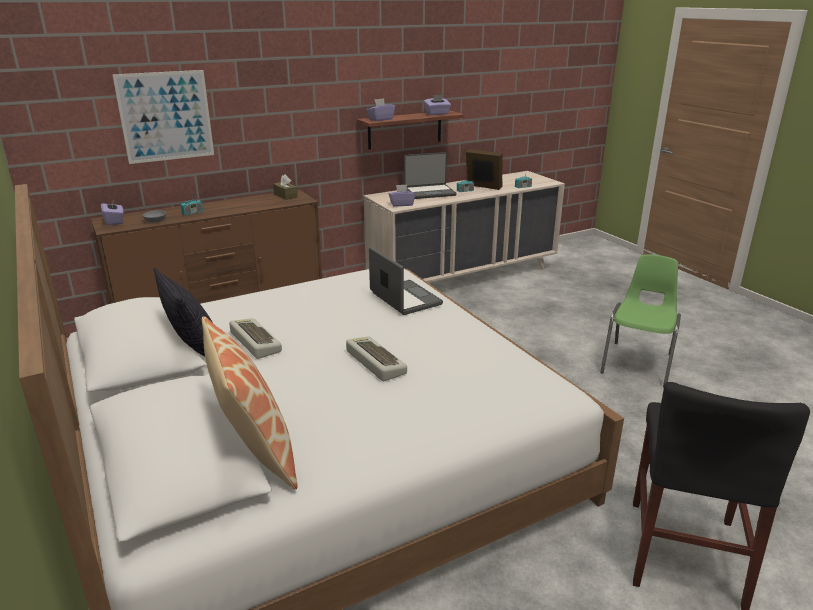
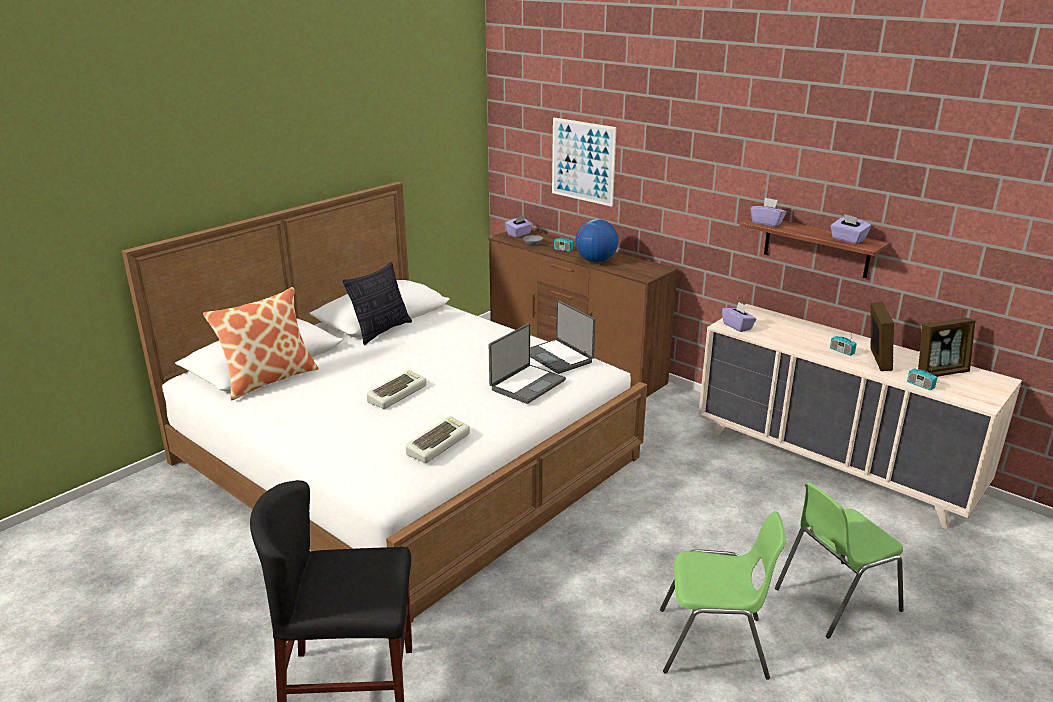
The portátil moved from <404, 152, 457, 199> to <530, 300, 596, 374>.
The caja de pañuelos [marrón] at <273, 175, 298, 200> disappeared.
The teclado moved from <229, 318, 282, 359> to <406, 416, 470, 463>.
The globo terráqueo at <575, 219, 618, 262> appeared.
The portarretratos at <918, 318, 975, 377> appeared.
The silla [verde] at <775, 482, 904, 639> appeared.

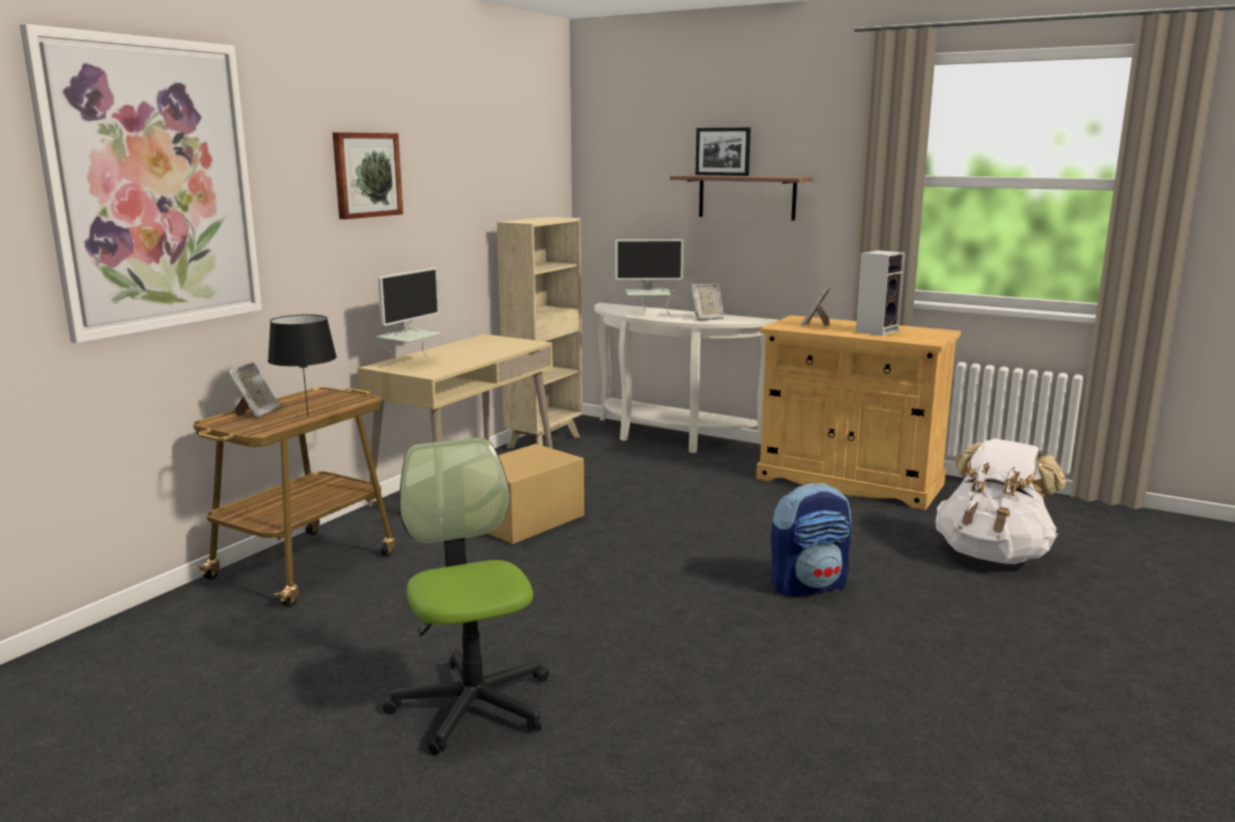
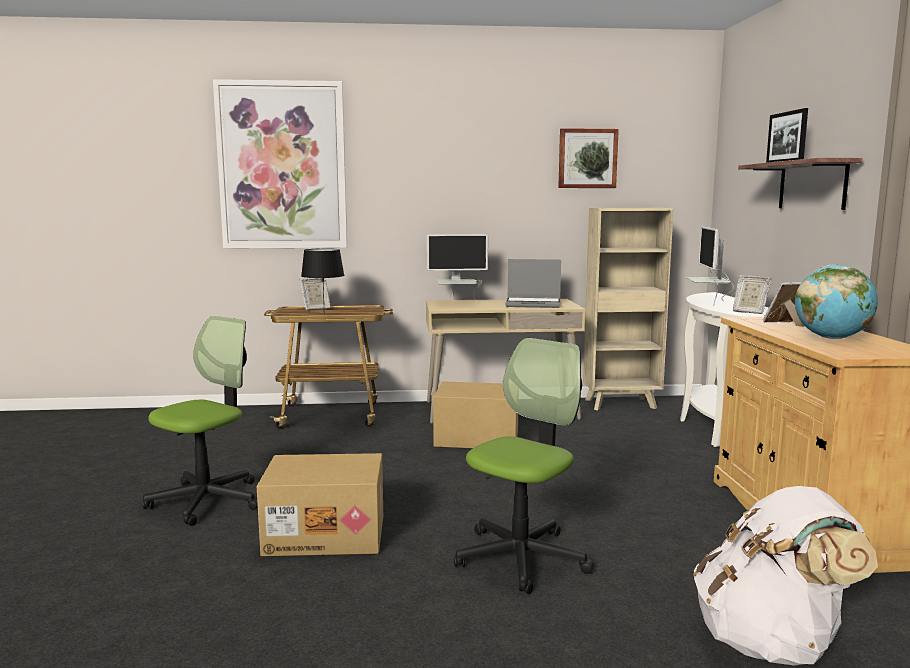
The cuadro moved from <332, 132, 403, 219> to <558, 128, 619, 188>.
The monitor at <615, 239, 684, 315> turned 45 degrees clockwise.
The altavoz at <856, 250, 905, 336> was replaced by the globo terráqueo at <795, 264, 878, 339>.
The mochila at <771, 483, 851, 596> was replaced by the silla de oficina at <454, 338, 594, 594>.
The portátil at <505, 259, 561, 308> appeared.
The caja de cartón at <257, 453, 383, 556> appeared.

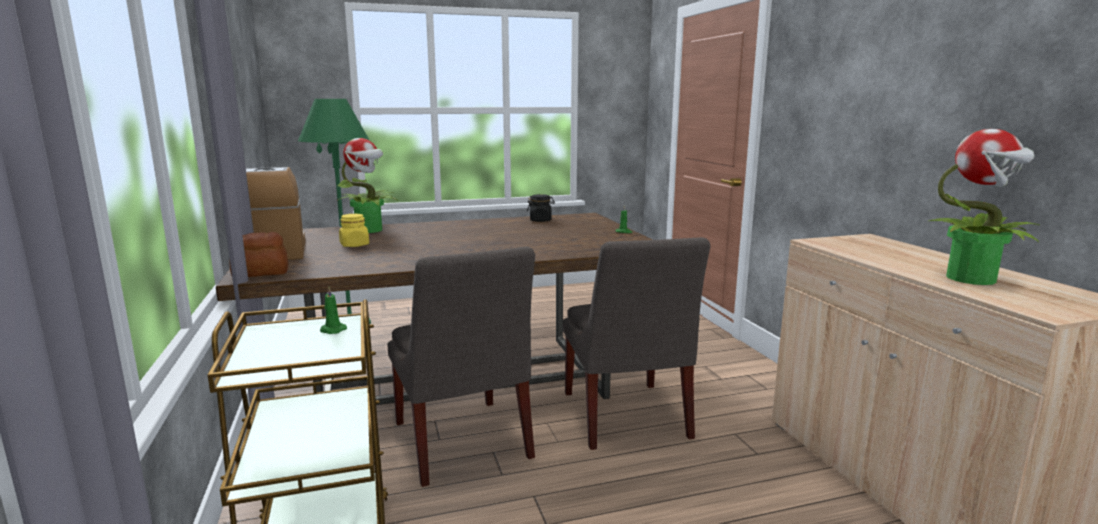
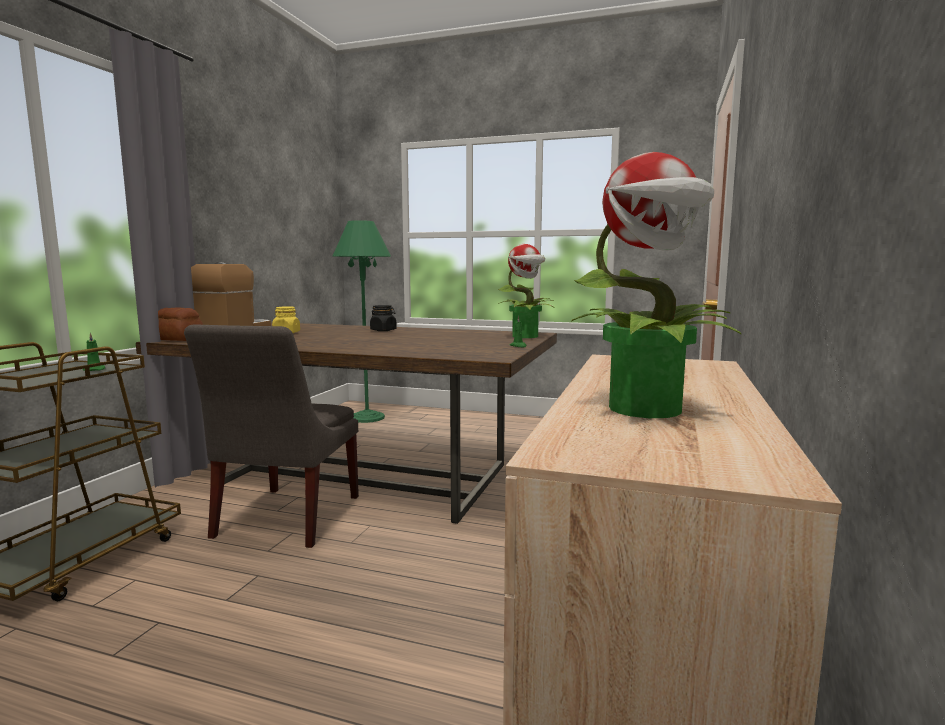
The planta en maceta moved from <337, 138, 397, 233> to <498, 244, 555, 338>.
The tarro [negro] moved from <527, 194, 555, 222> to <370, 305, 397, 331>.
The silla [gris] at <563, 237, 711, 450> disappeared.

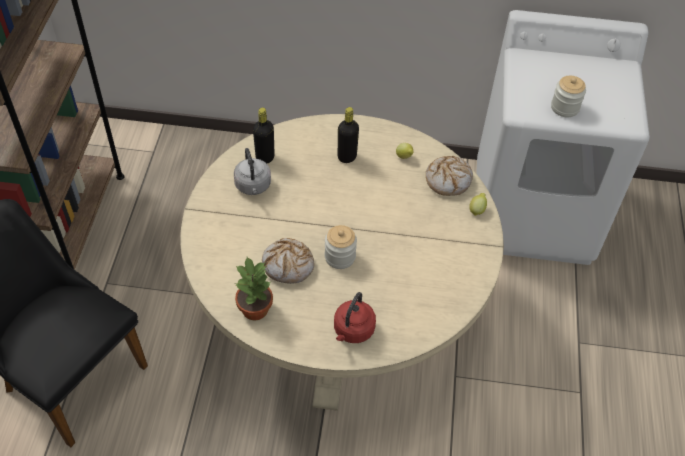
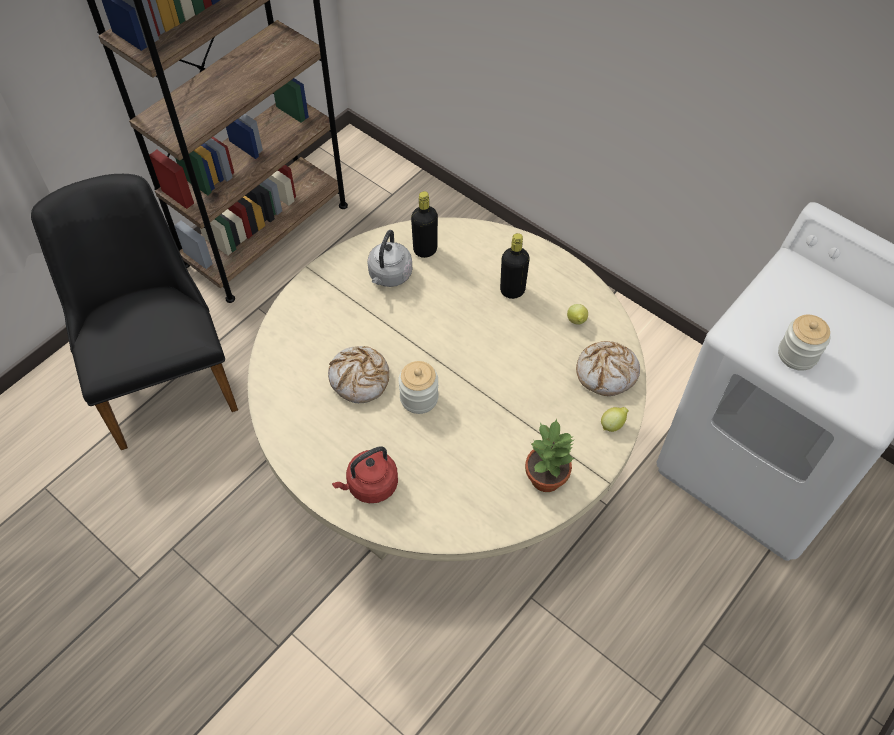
The planta en maceta moved from <235, 257, 273, 320> to <525, 419, 576, 492>.

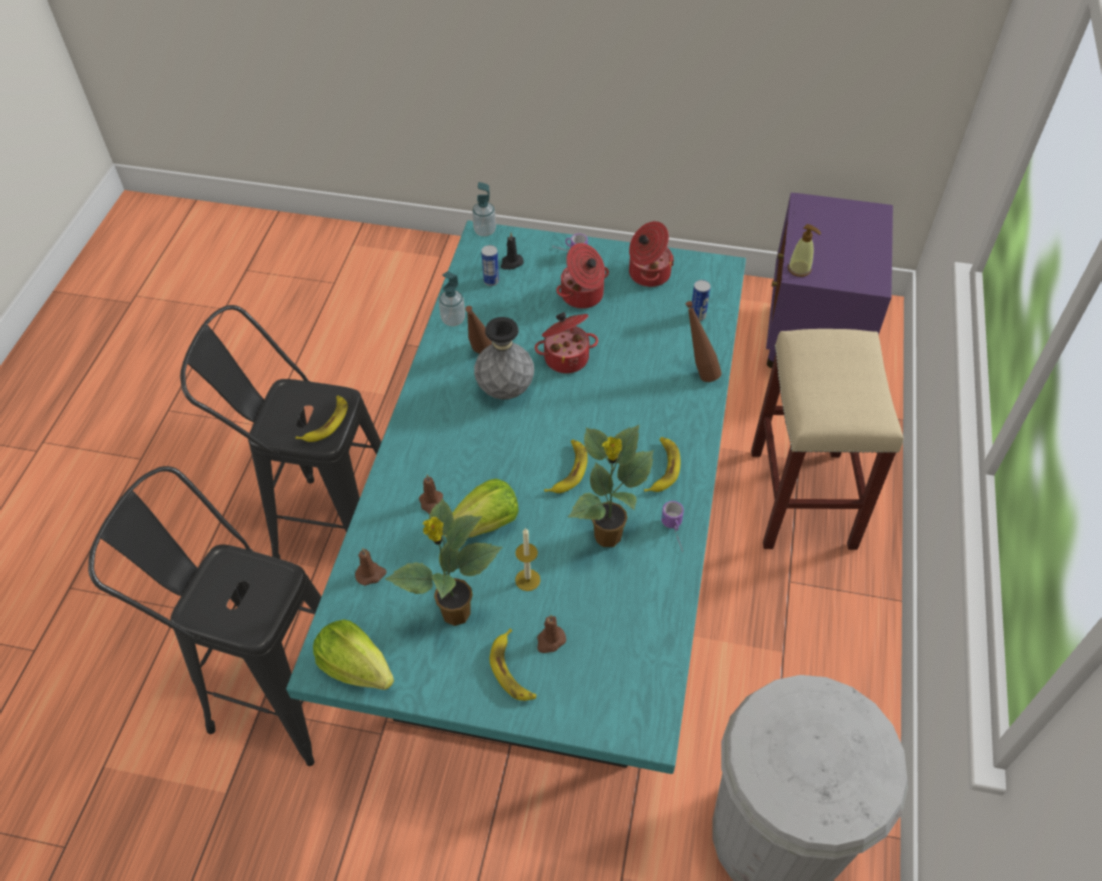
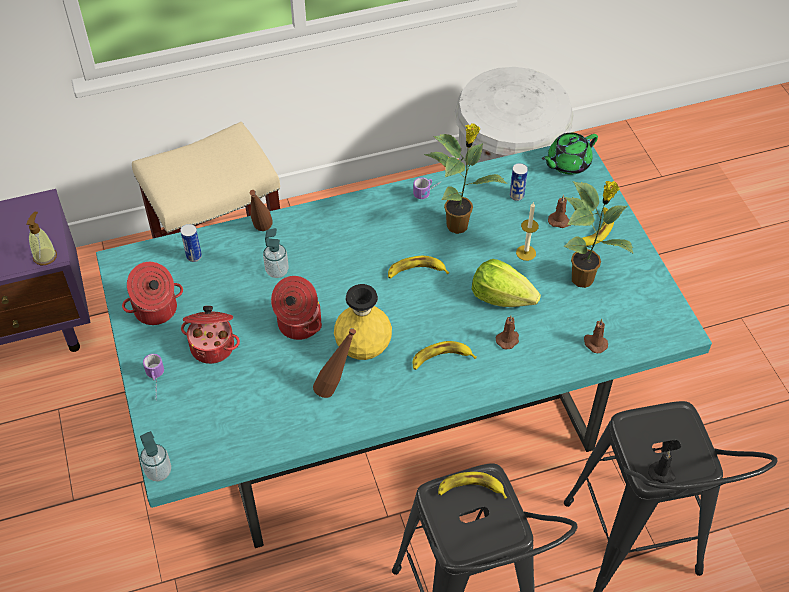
The vela [negro] moved from <501, 233, 524, 270> to <648, 451, 676, 483>.
The lata moved from <481, 245, 499, 286> to <510, 163, 528, 201>.
The dispensador de jabón moved from <439, 272, 465, 326> to <263, 228, 289, 278>.
The florero [gris] at <474, 317, 534, 400> became the florero [amarillo] at <334, 284, 392, 360>.
The plátano moved from <644, 437, 681, 492> to <412, 341, 477, 370>.
The lechuga at <313, 620, 394, 690> disappeared.
The tetera [verde] at <542, 132, 598, 174> appeared.

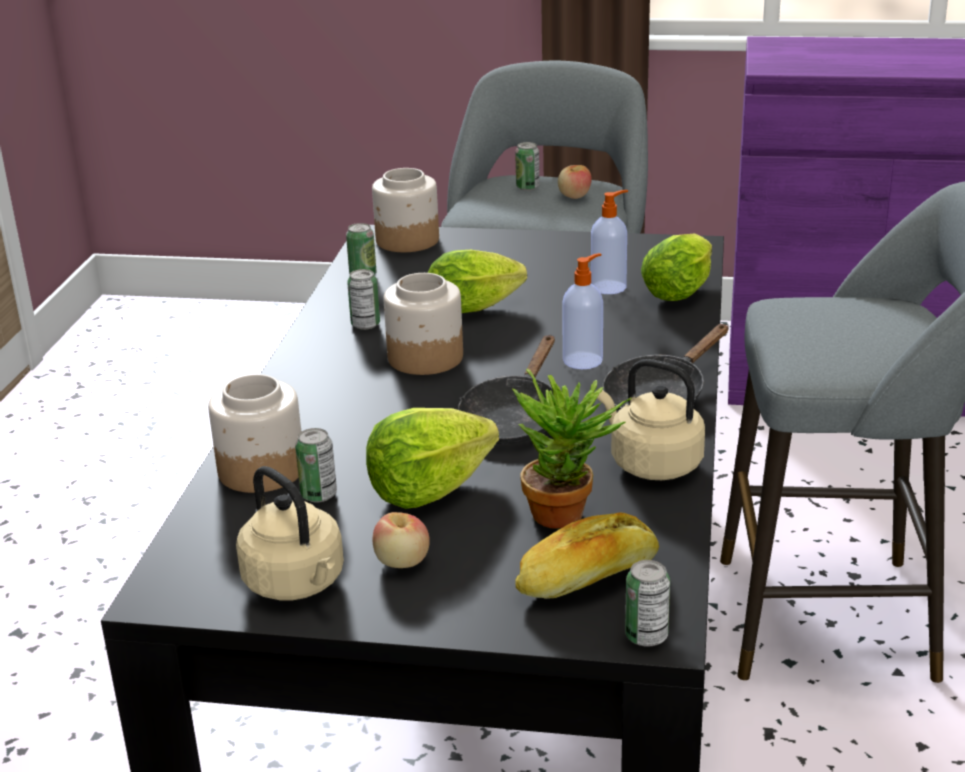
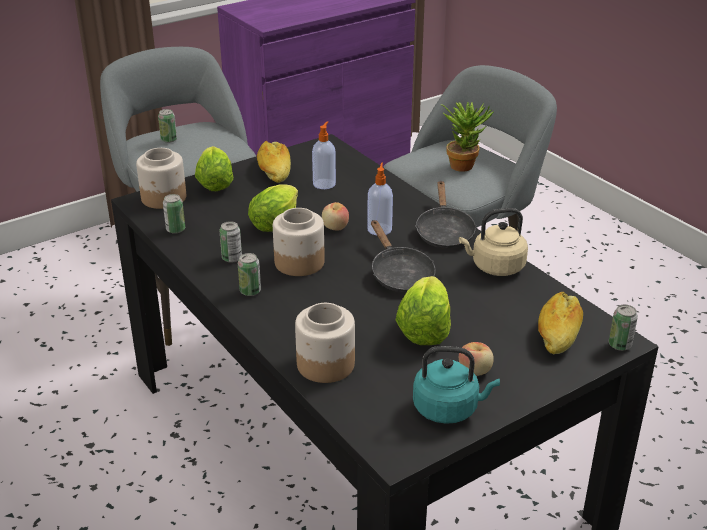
The manzana moved from <558, 165, 592, 199> to <322, 202, 349, 231>.
The lechuga moved from <641, 234, 712, 301> to <195, 146, 233, 191>.
The planta en maceta moved from <512, 368, 632, 529> to <441, 102, 493, 172>.
The lata moved from <295, 428, 337, 502> to <238, 253, 261, 296>.
The hervidor [beis] at <236, 466, 344, 600> became the hervidor [turquesa] at <413, 346, 500, 424>.
The pan at <257, 141, 291, 183> appeared.

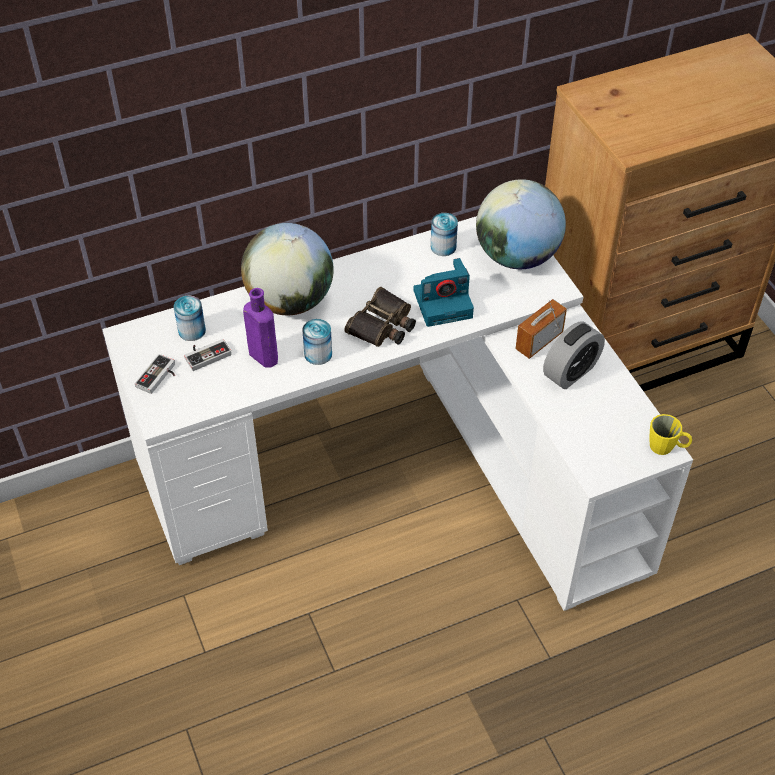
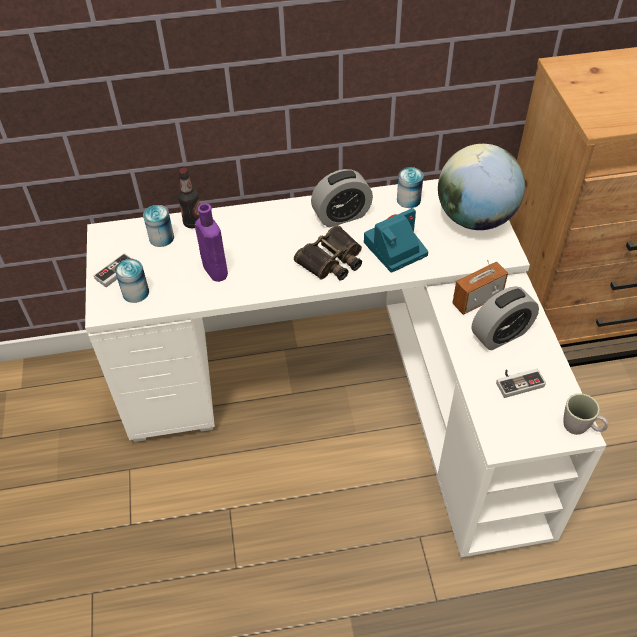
The globo terráqueo at <241, 223, 334, 315> disappeared.
The cámara at <413, 258, 474, 327> turned 150 degrees clockwise.
The lata moved from <302, 319, 332, 365> to <115, 259, 149, 303>.
The mando de consola moved from <184, 339, 232, 371> to <496, 369, 546, 398>.
The taza grande [amarillo] at <649, 414, 692, 455> became the taza grande [gris] at <564, 393, 608, 435>.
The botella at <178, 168, 200, 228> appeared.
The despertador at <311, 169, 373, 227> appeared.

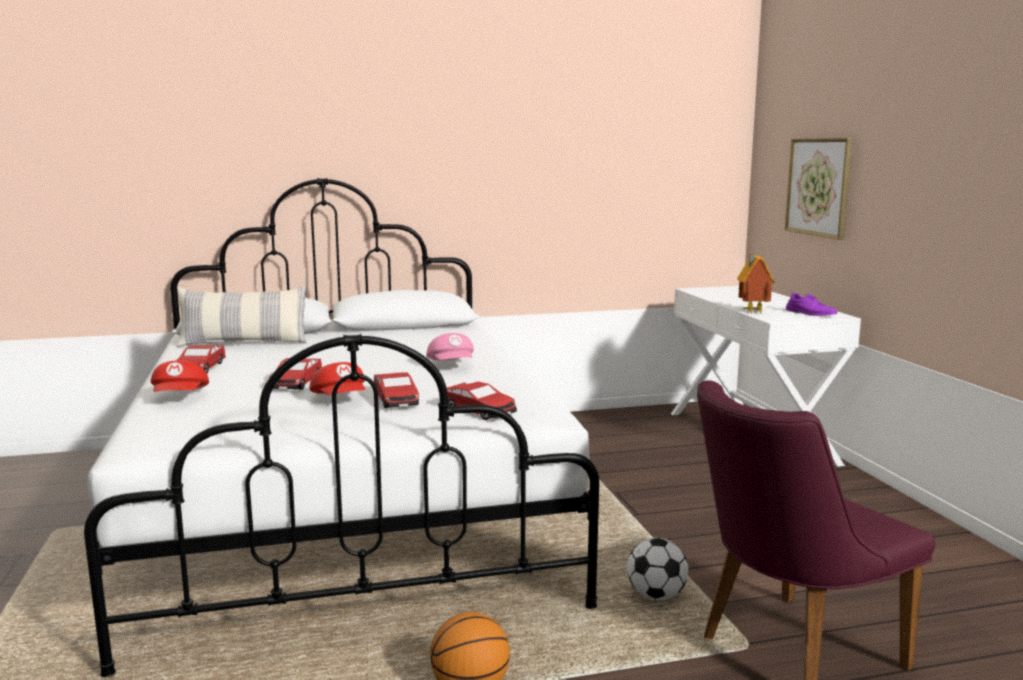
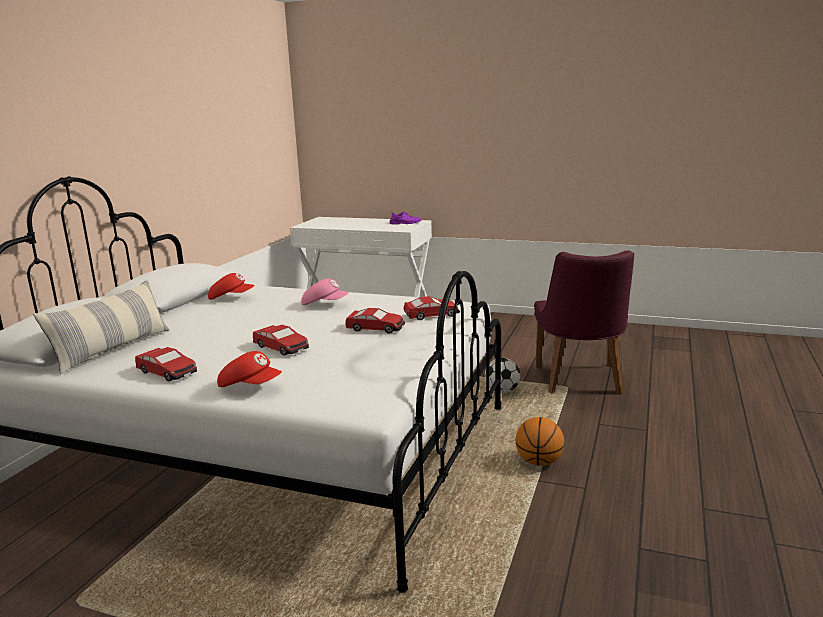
The cuadro at <785, 138, 853, 240> disappeared.
The casita at <737, 254, 775, 314> disappeared.
The gorra [rojo] moved from <309, 362, 365, 395> to <208, 273, 255, 300>.

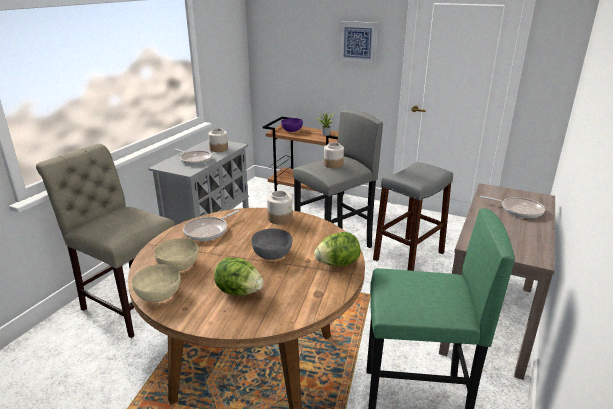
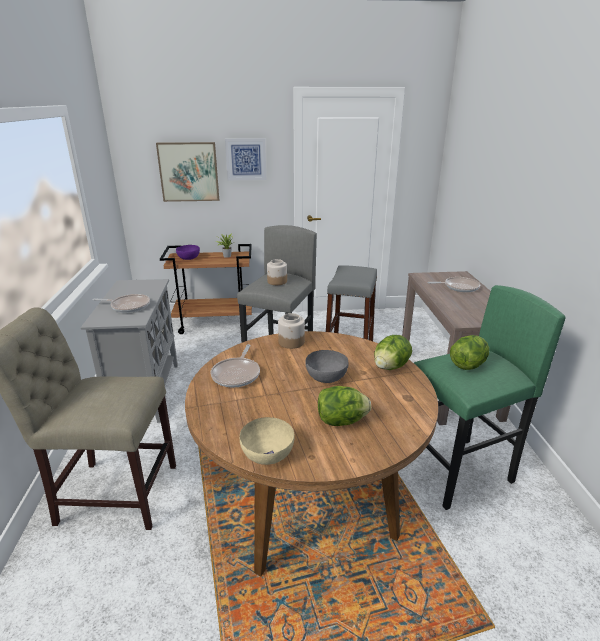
The tarro at <208, 128, 228, 152> disappeared.
The cuenco [beis] at <154, 238, 198, 271> disappeared.
The cuadro at <156, 142, 219, 202> appeared.
The lechuga at <450, 335, 489, 370> appeared.

